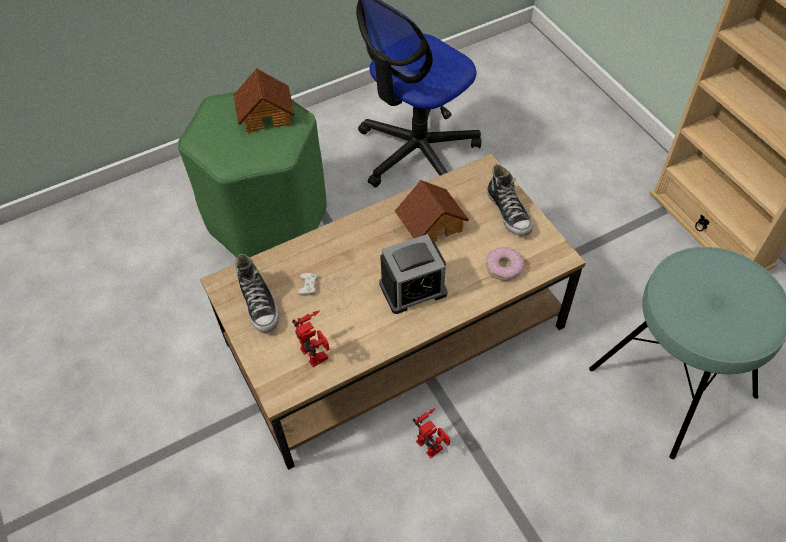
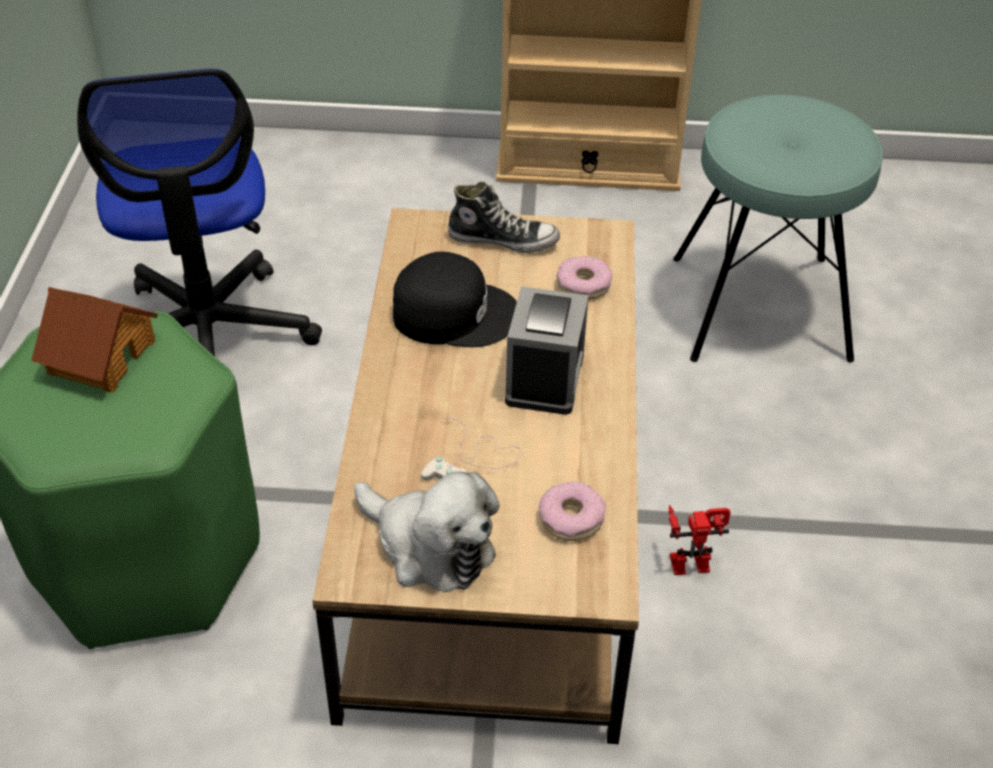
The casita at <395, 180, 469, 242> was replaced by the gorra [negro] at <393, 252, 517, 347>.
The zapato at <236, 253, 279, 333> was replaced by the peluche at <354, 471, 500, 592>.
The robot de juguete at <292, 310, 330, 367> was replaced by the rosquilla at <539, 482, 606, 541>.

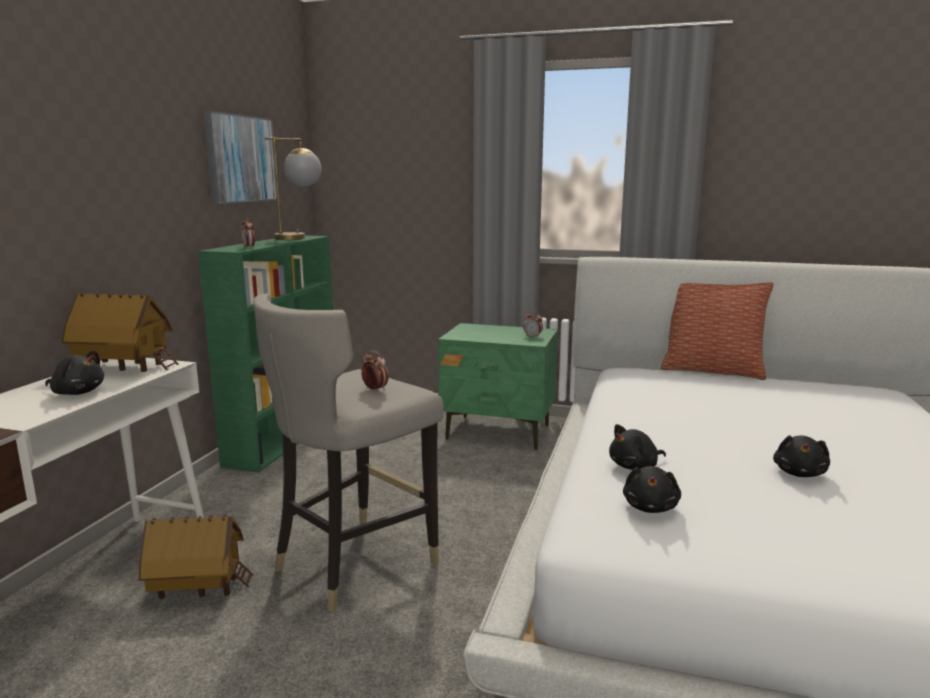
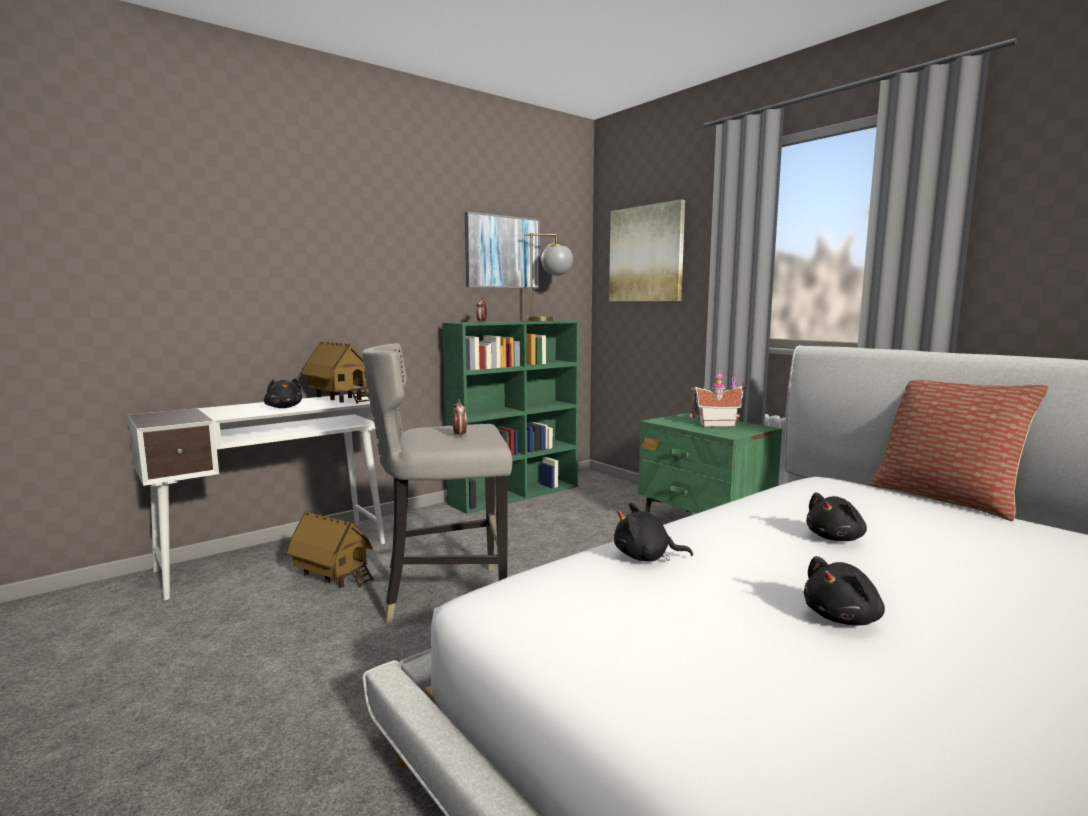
The despertador at <523, 311, 543, 338> disappeared.
The peluche [negro] moved from <623, 466, 681, 513> to <806, 492, 867, 541>.
The cuadro at <609, 199, 685, 301> appeared.
The casita at <690, 371, 746, 427> appeared.

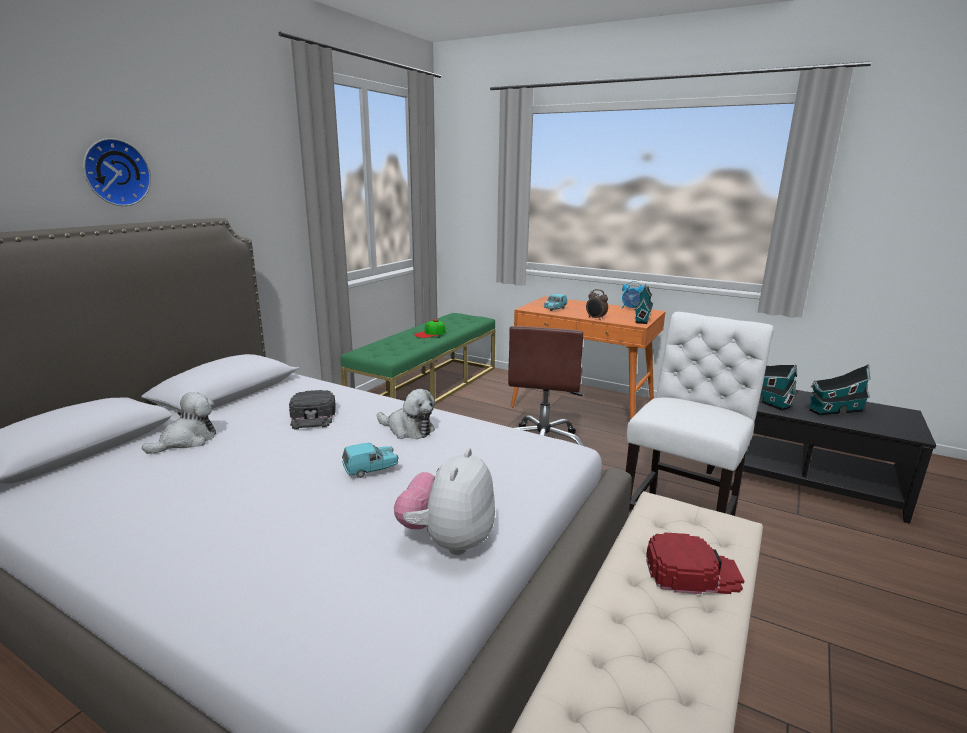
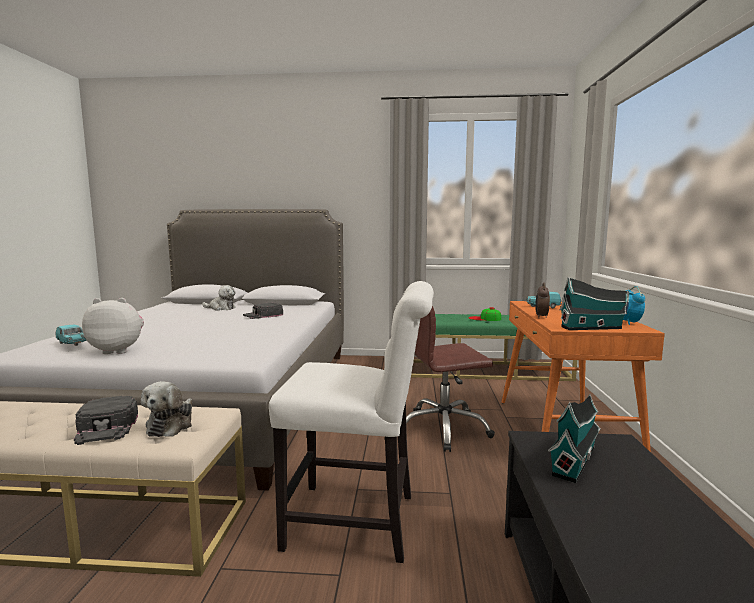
The reloj de pared at <83, 138, 151, 206> disappeared.
The casita at <809, 365, 871, 416> disappeared.
The peluche moved from <377, 389, 435, 439> to <141, 381, 192, 437>.
The coche de juguete [turquesa] moved from <342, 443, 399, 478> to <56, 325, 86, 346>.
The gorra [rojo] at <646, 532, 744, 594> became the gorra [negro] at <74, 396, 138, 445>.

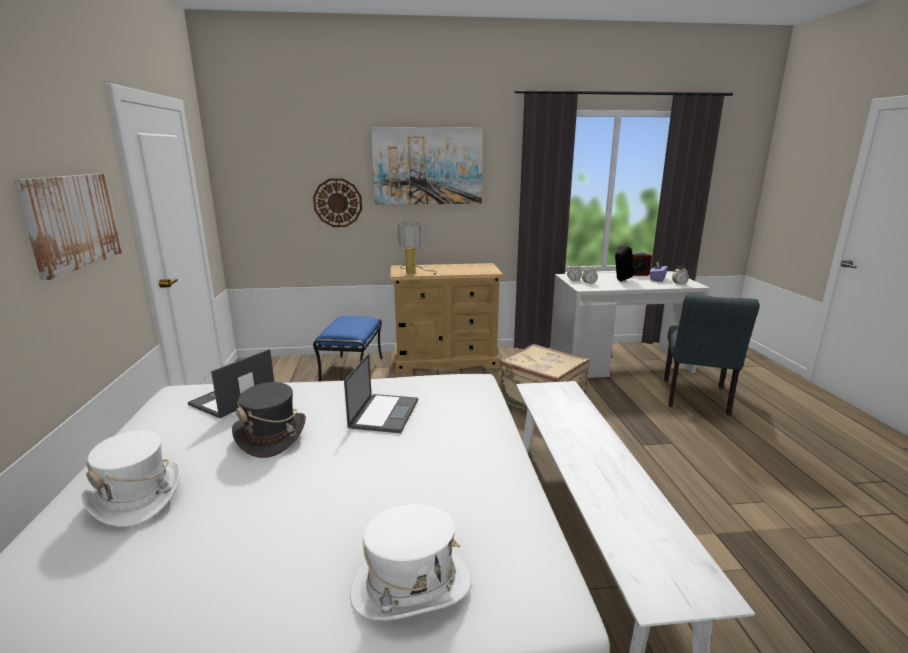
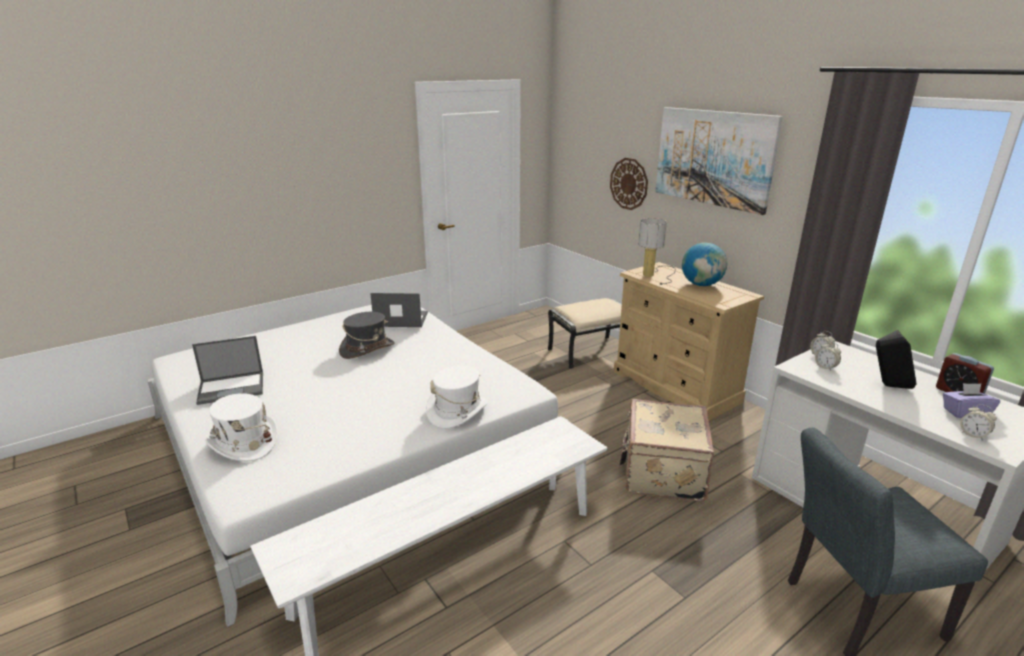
The cuadro at <14, 173, 123, 280> disappeared.
The puf [azul] at <313, 316, 382, 382> became the puf [beis] at <548, 298, 622, 369>.
The portátil moved from <344, 354, 418, 433> to <192, 336, 263, 405>.
The sombrero [blanco] moved from <82, 431, 181, 527> to <426, 366, 488, 429>.
The globo terráqueo at <682, 243, 727, 286> appeared.

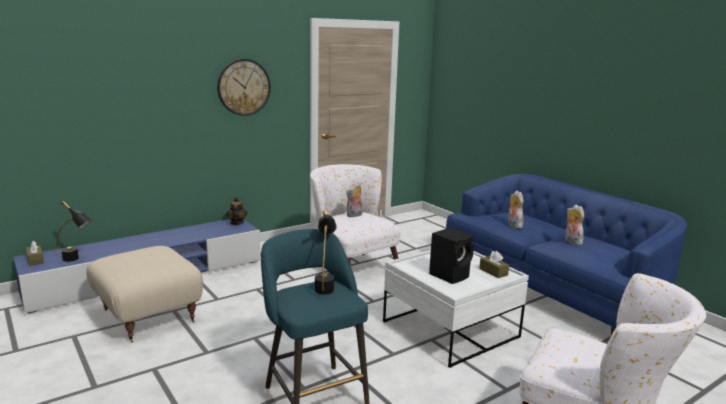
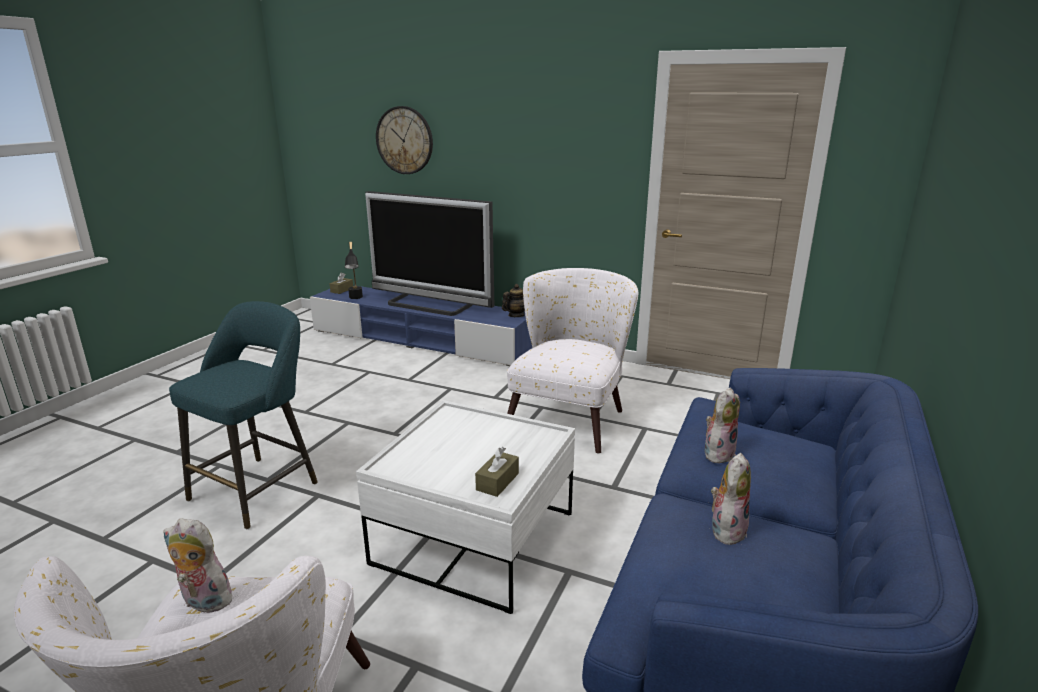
The reloj de pared moved from <217, 59, 271, 116> to <376, 106, 433, 174>.
The peluche moved from <346, 182, 363, 217> to <163, 518, 232, 616>.
The lámpara de mesa [negro] at <314, 210, 337, 295> disappeared.
The altavoz [negro] at <429, 228, 474, 284> disappeared.
The puf [beis] at <86, 246, 203, 342> disappeared.
The televisor at <365, 191, 494, 316> appeared.

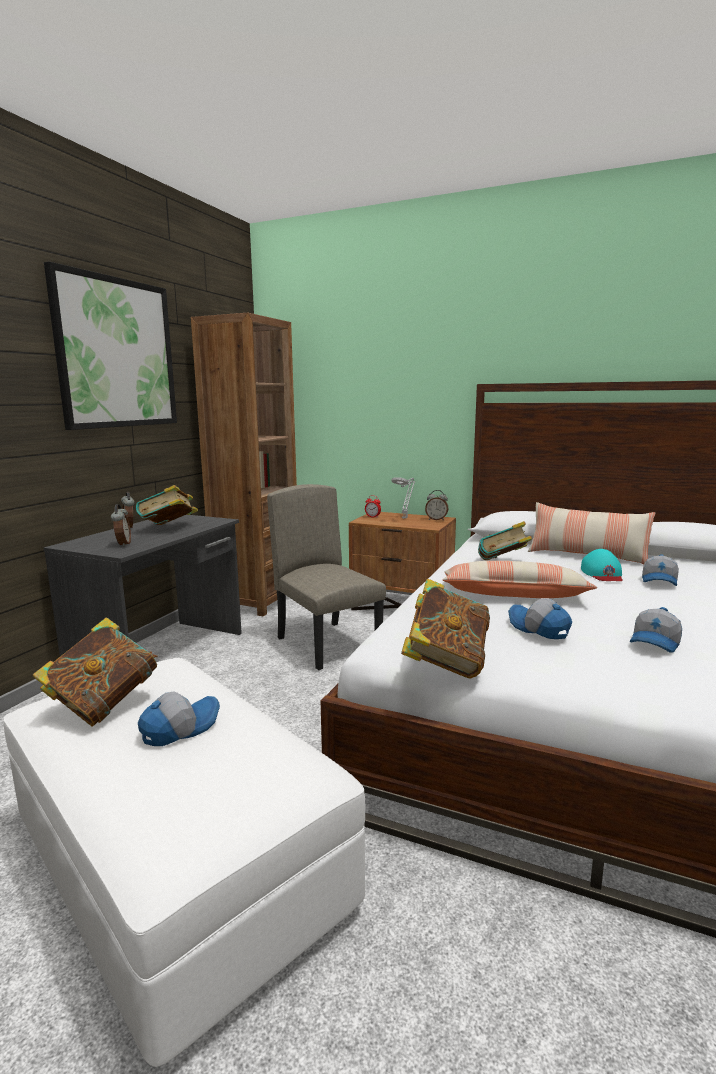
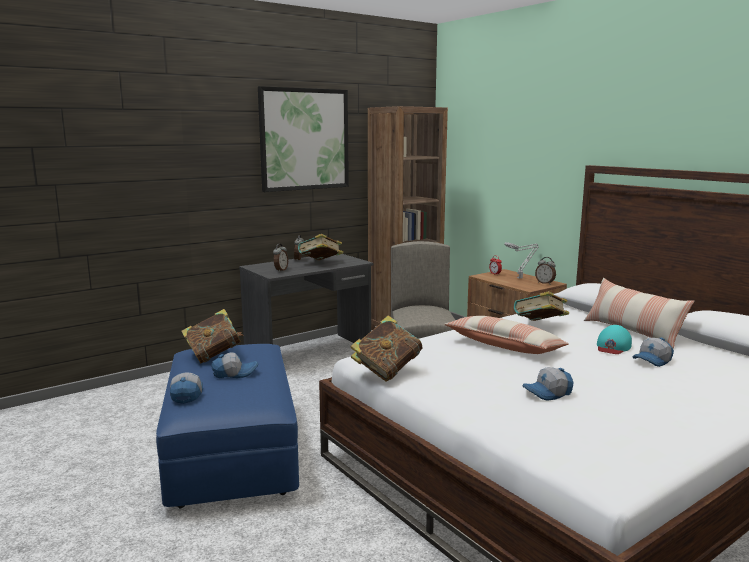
The gorra moved from <508, 599, 572, 639> to <170, 372, 203, 404>.
The puf [blanco] at <3, 658, 365, 1067> became the puf [azul] at <156, 344, 299, 508>.

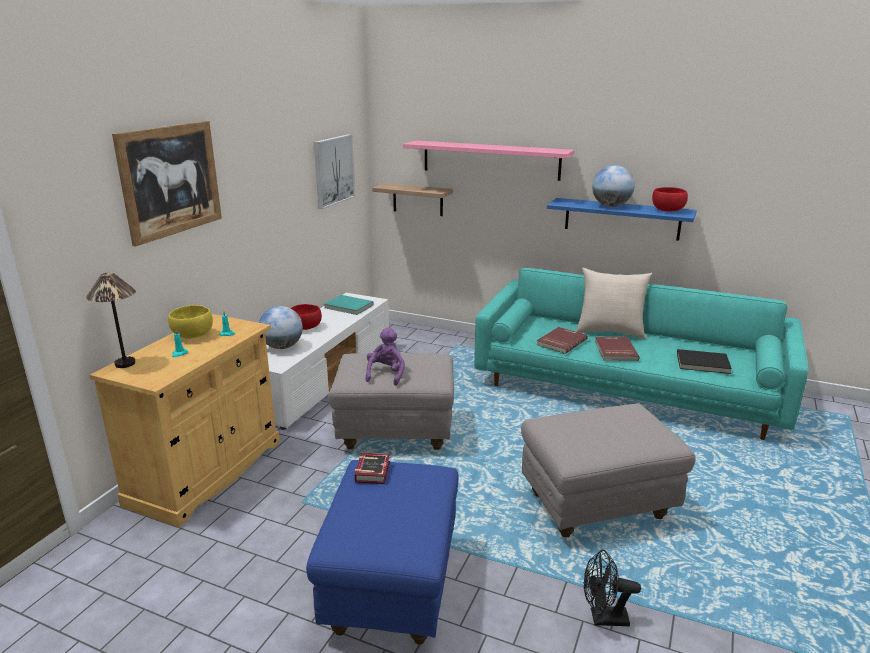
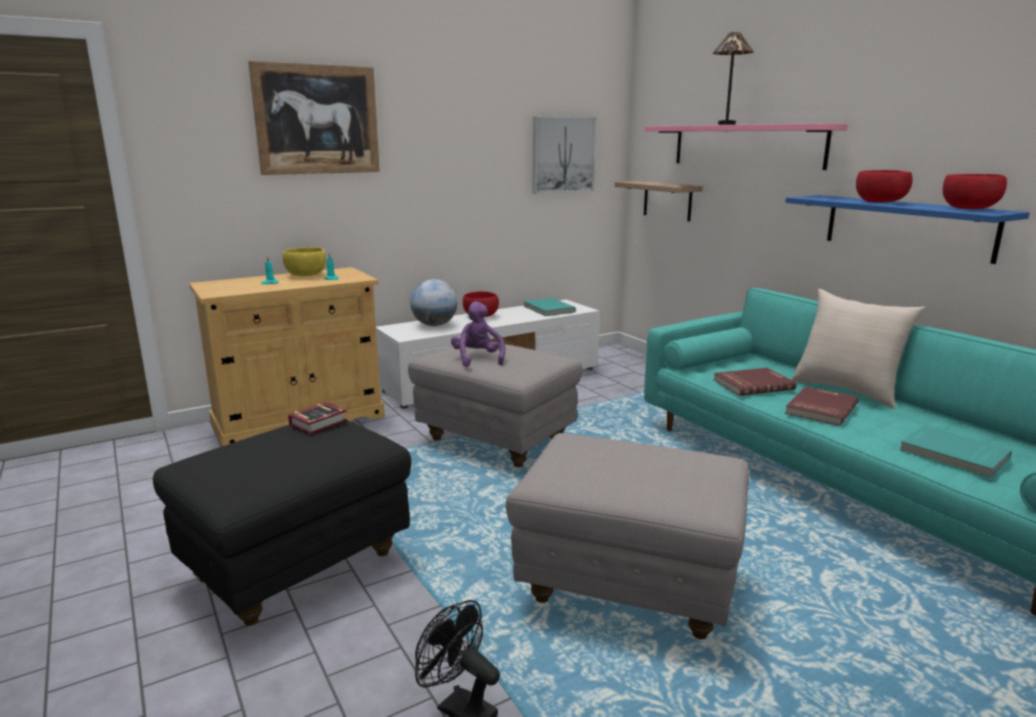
The globo terráqueo at <592, 165, 635, 207> was replaced by the cuenco [rojo] at <856, 170, 913, 203>.
The lámpara de mesa moved from <86, 272, 136, 368> to <713, 32, 753, 125>.
The peluche [morado] at <365, 327, 405, 386> turned 60 degrees counterclockwise.
The libro [negro] at <677, 349, 732, 374> became the libro [turquesa] at <899, 426, 1012, 478>.
The puf [azul] at <306, 460, 459, 645> became the puf [negro] at <153, 420, 411, 626>.

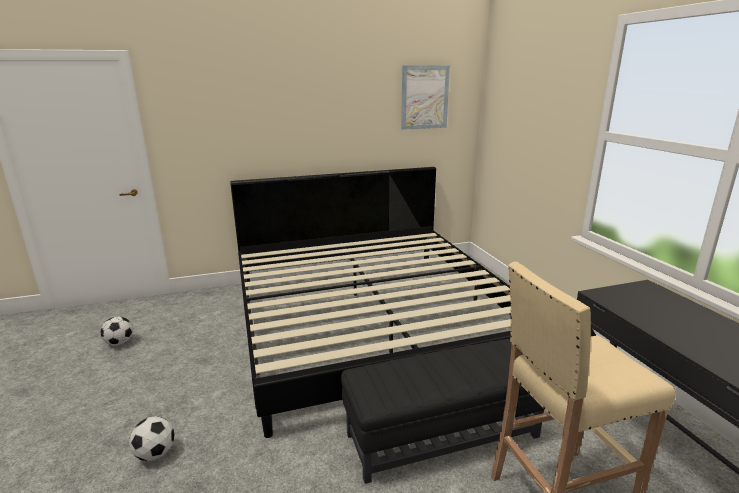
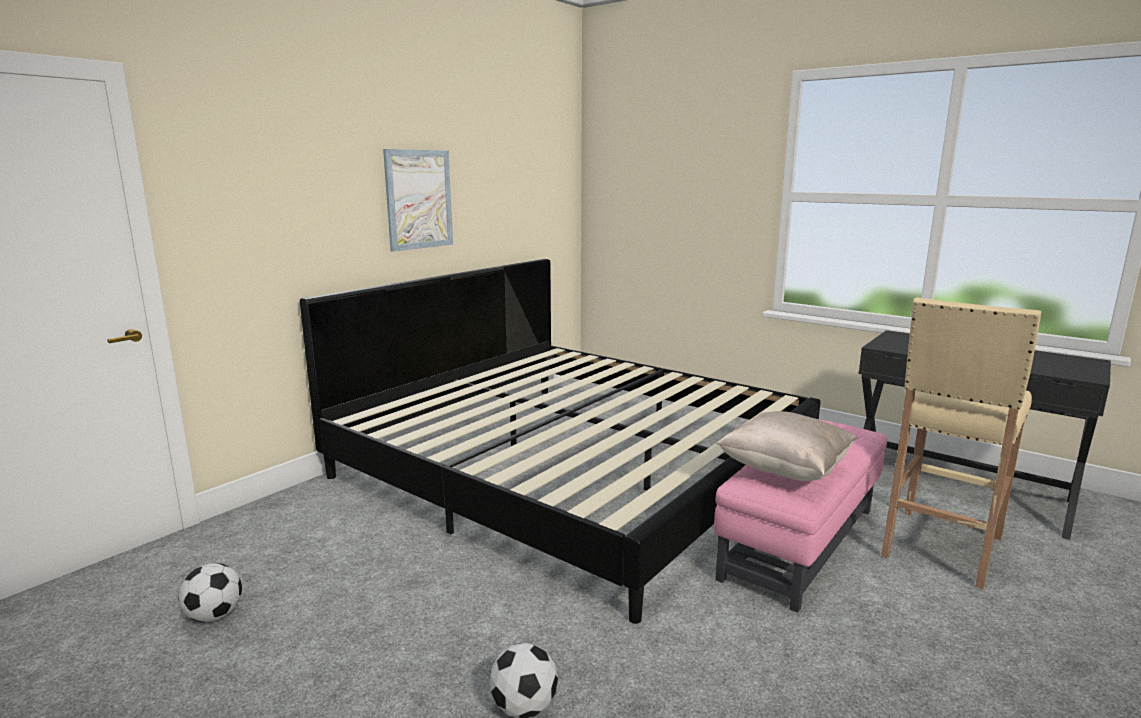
The cuadro moved from <401, 65, 450, 130> to <383, 149, 453, 252>.
The puf [negro] at <341, 339, 545, 484> became the puf [rosa] at <714, 419, 887, 613>.
The cojín [beis] at <717, 411, 858, 481> appeared.

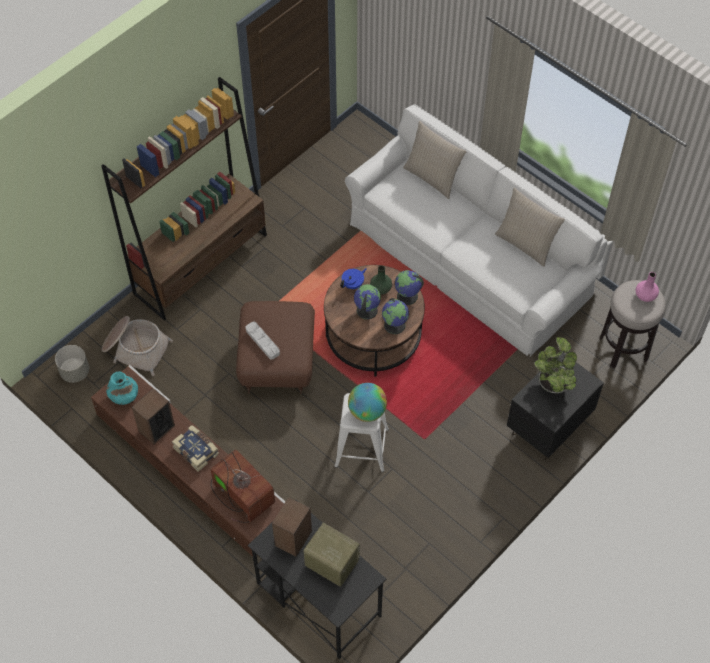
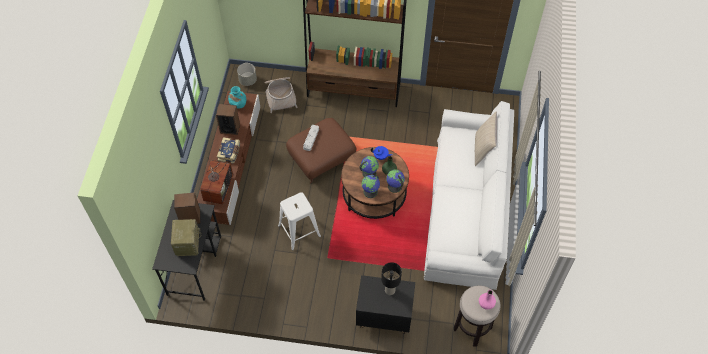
The cojín [beis] at <495, 187, 565, 267> disappeared.
The planta en maceta at <534, 337, 577, 393> was replaced by the lámpara de mesa [negro] at <381, 262, 402, 295>.
The globo terráqueo at <348, 383, 387, 422> disappeared.

